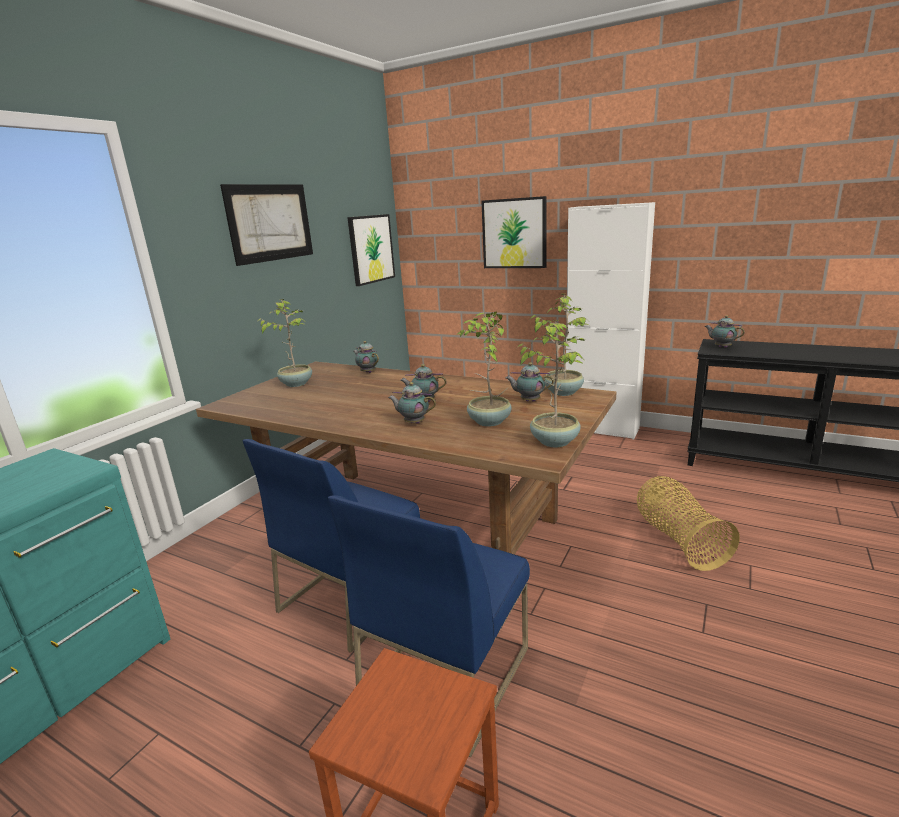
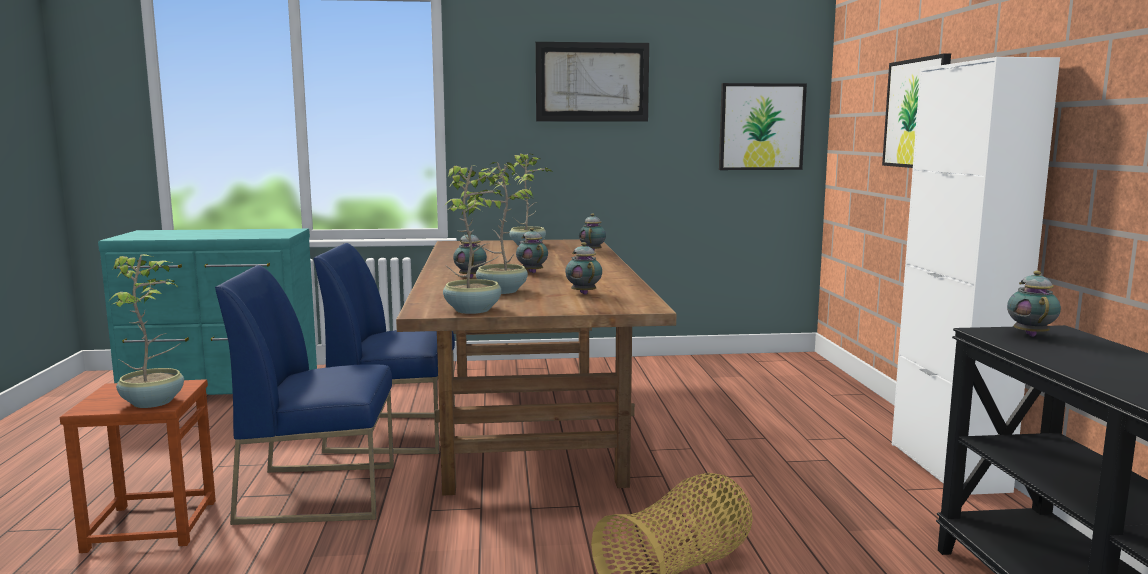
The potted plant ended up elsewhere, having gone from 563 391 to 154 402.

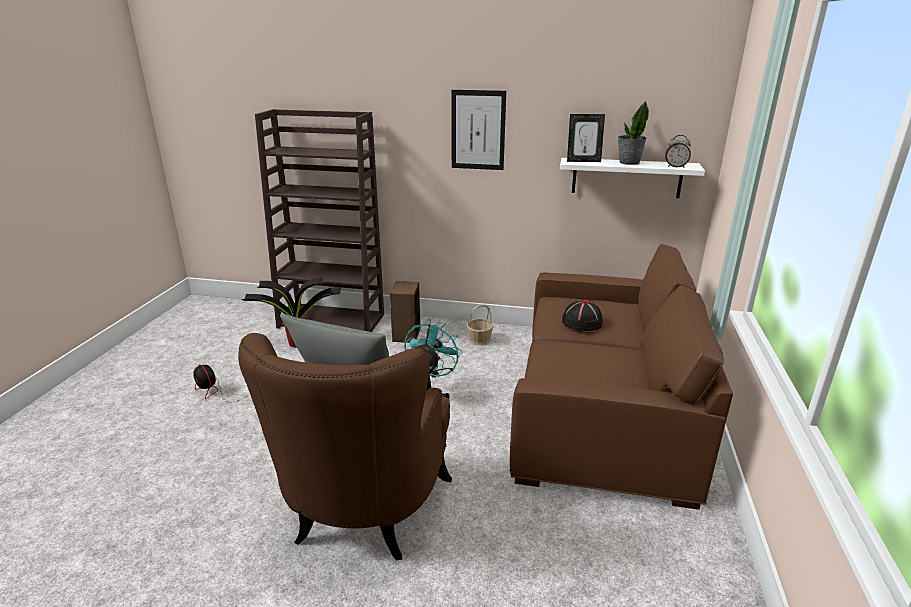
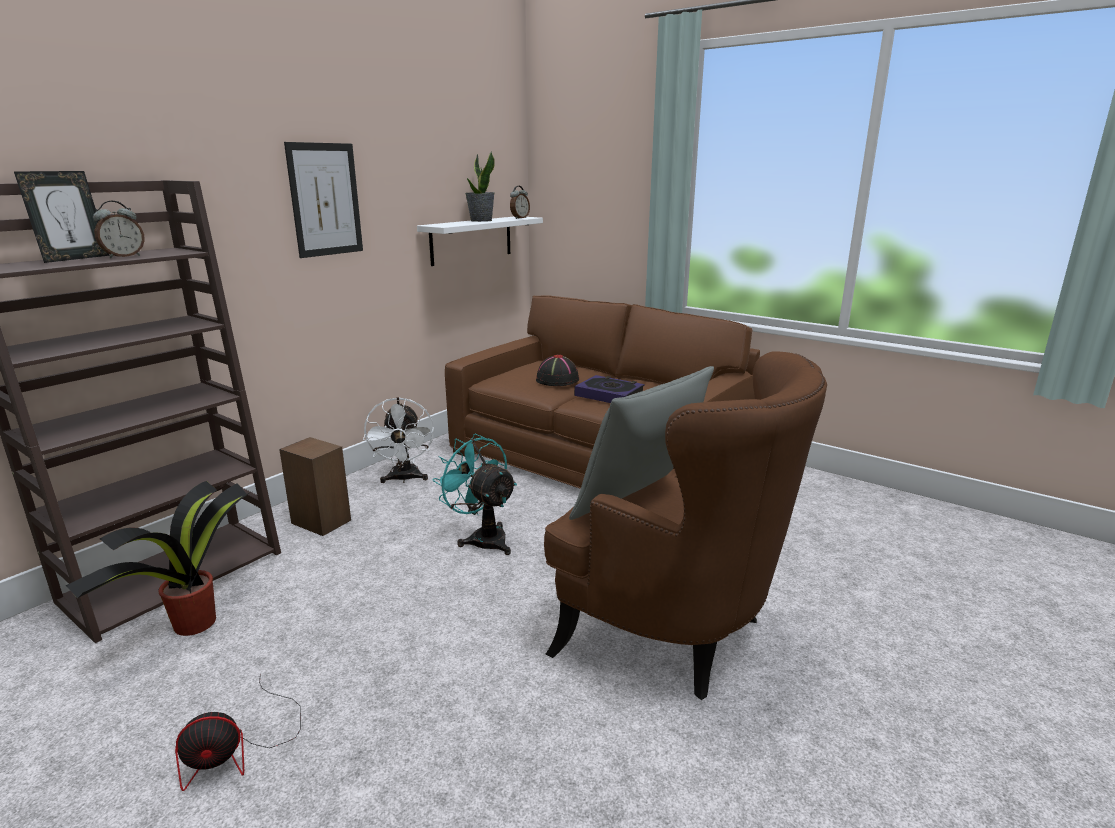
The picture frame ended up elsewhere, having gone from 583 161 to 75 258.
Where the basket stood at 480 340, the fan (white) came to stand at 404 479.
The second view gained the alarm clock at 124 256.
The second view gained the book at 609 395.

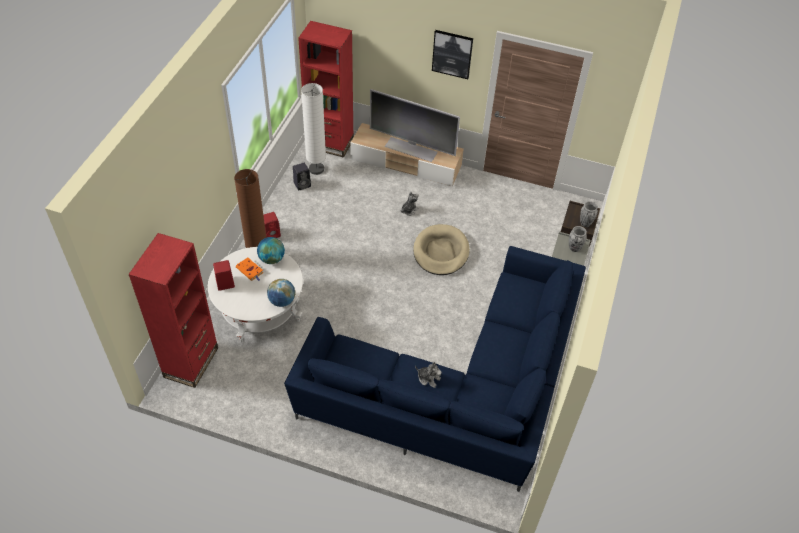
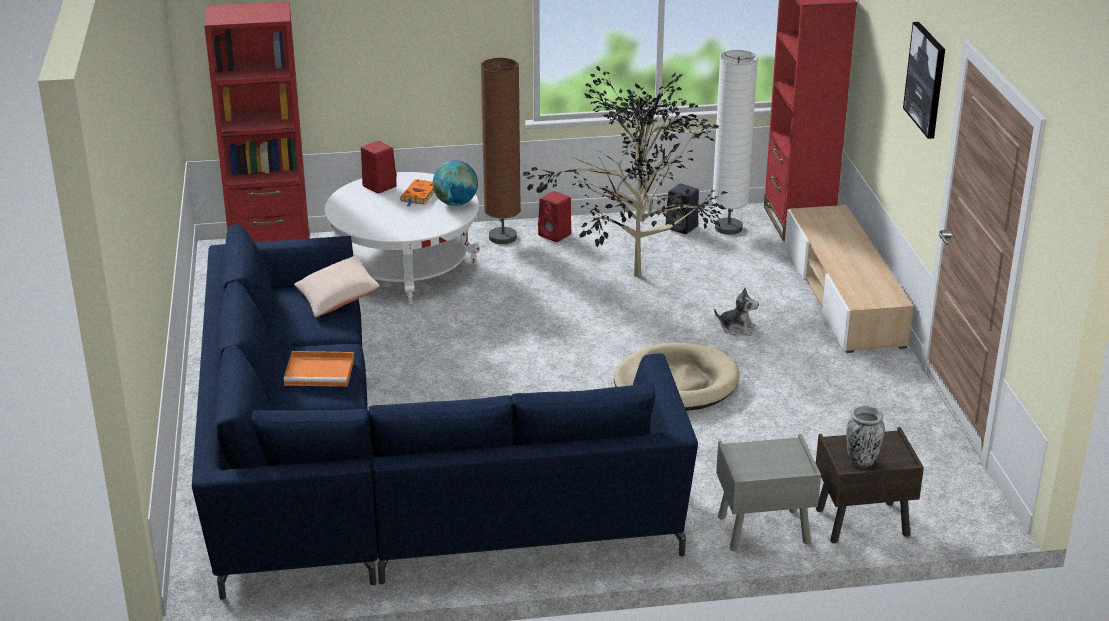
The second view lost the television at 411 148.
The second view lost the vase at 574 248.
The second view lost the globe at 282 301.
Where the plush toy stood at 428 378, the tray (orange) came to stand at 321 372.
The second view gained the potted plant at 641 275.
The second view gained the pillow (beige) at 337 298.

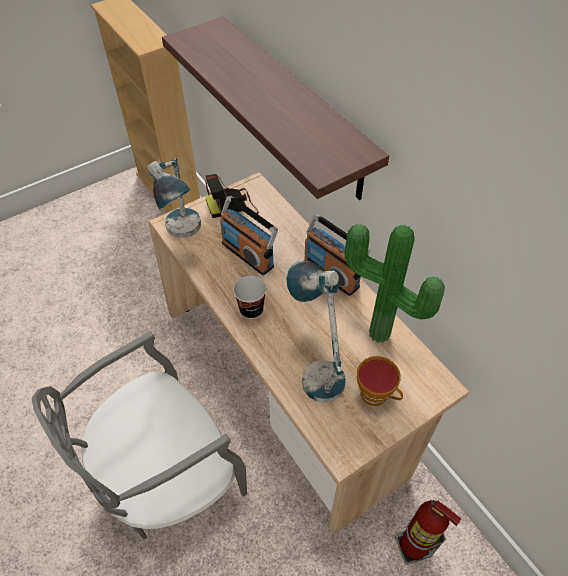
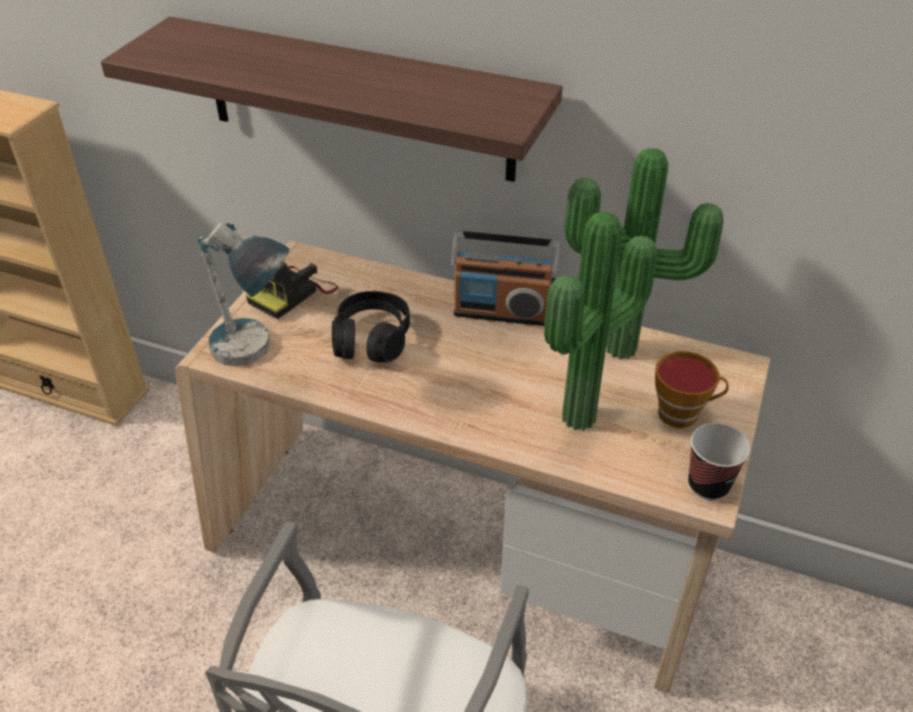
Where the radio stood at 248 254, the headphones (black) came to stand at 371 339.
Where the table lamp stood at 316 366, the potted plant came to stand at 584 421.
The cup ended up elsewhere, having gone from 251 310 to 708 485.
The second view lost the fire extinguisher at 413 547.

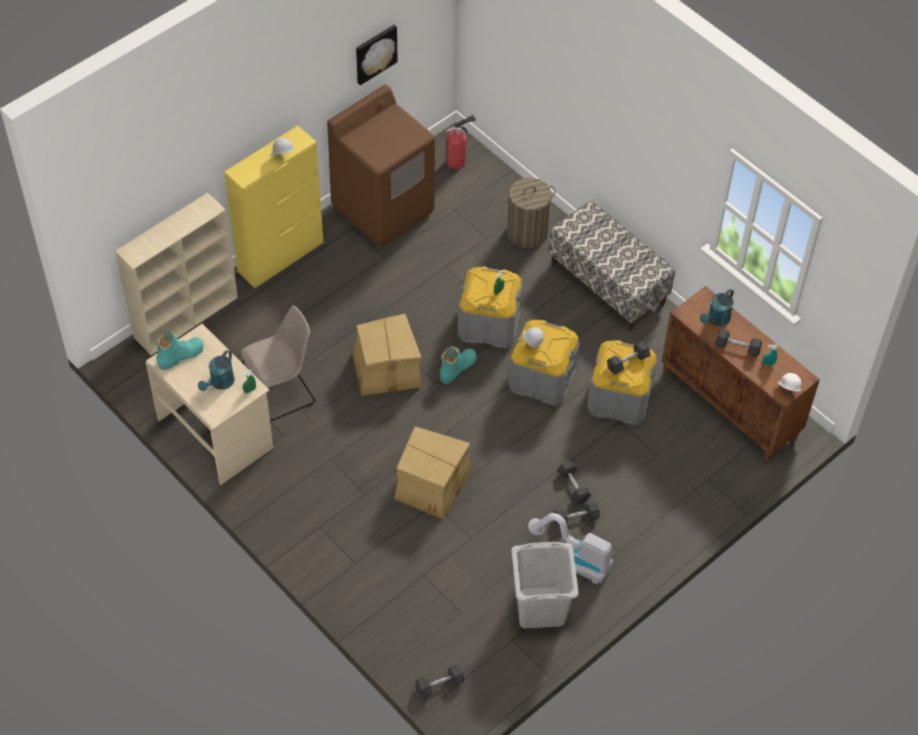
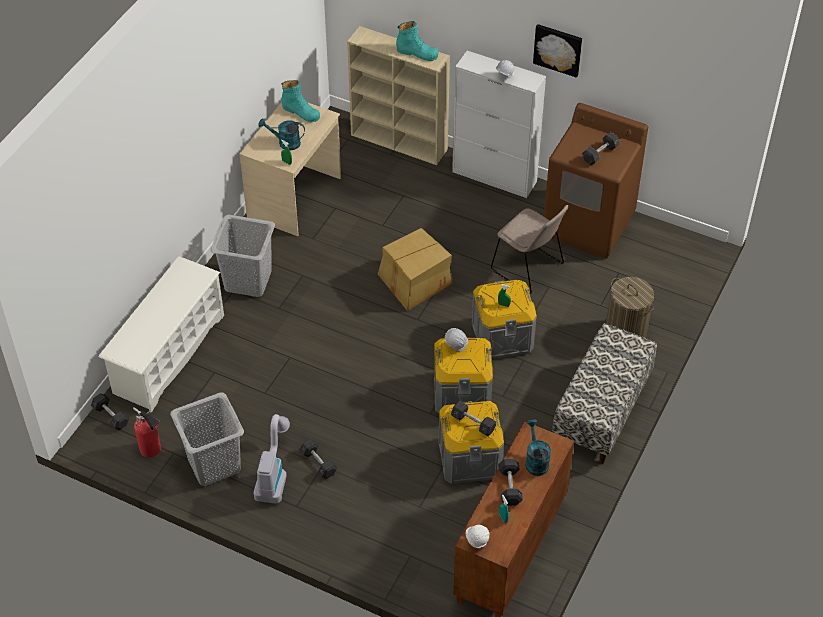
The picture ended up elsewhere, having gone from 375 53 to 558 49.
The fire extinguisher ended up elsewhere, having gone from 458 161 to 152 450.
What was the cabinet (yellow) at 281 257 turned into the cabinet (white) at 494 177.
The watering can (turquoise) at 716 319 ended up facing another way, 60 degrees clockwise from before.
The chair (beige) ended up elsewhere, having gone from 280 391 to 529 268.
The boot (turquoise) ended up elsewhere, having gone from 457 368 to 417 53.
The second view lost the cardboard box at 431 484.
The dumbbell (grey) ended up elsewhere, having gone from 573 486 to 600 154.
The second view gained the laundry basket (grey) at 248 280.
The second view gained the shoe rack (white) at 168 354.

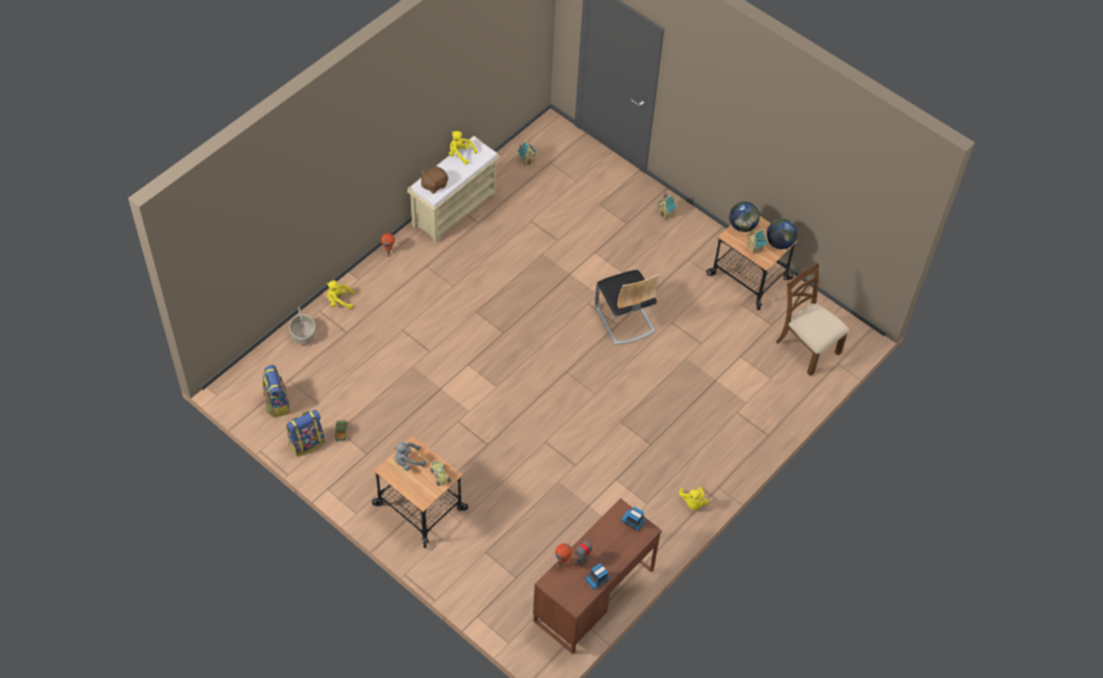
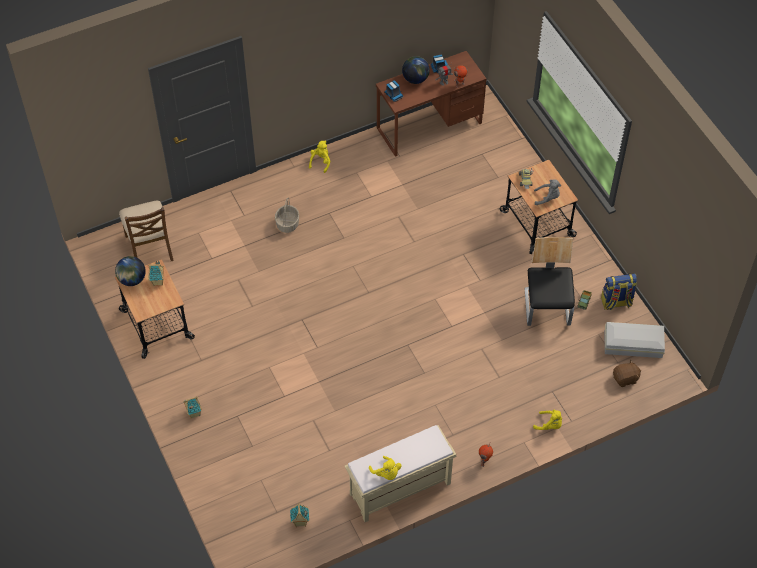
The plush toy (brown) ended up elsewhere, having gone from 434 185 to 625 379.
The globe ended up elsewhere, having gone from 742 226 to 415 79.
The chair ended up elsewhere, having gone from 624 319 to 547 307.
The basket ended up elsewhere, having gone from 303 335 to 287 224.
Where the backpack stood at 277 403, the storage box (white) came to stand at 634 345.

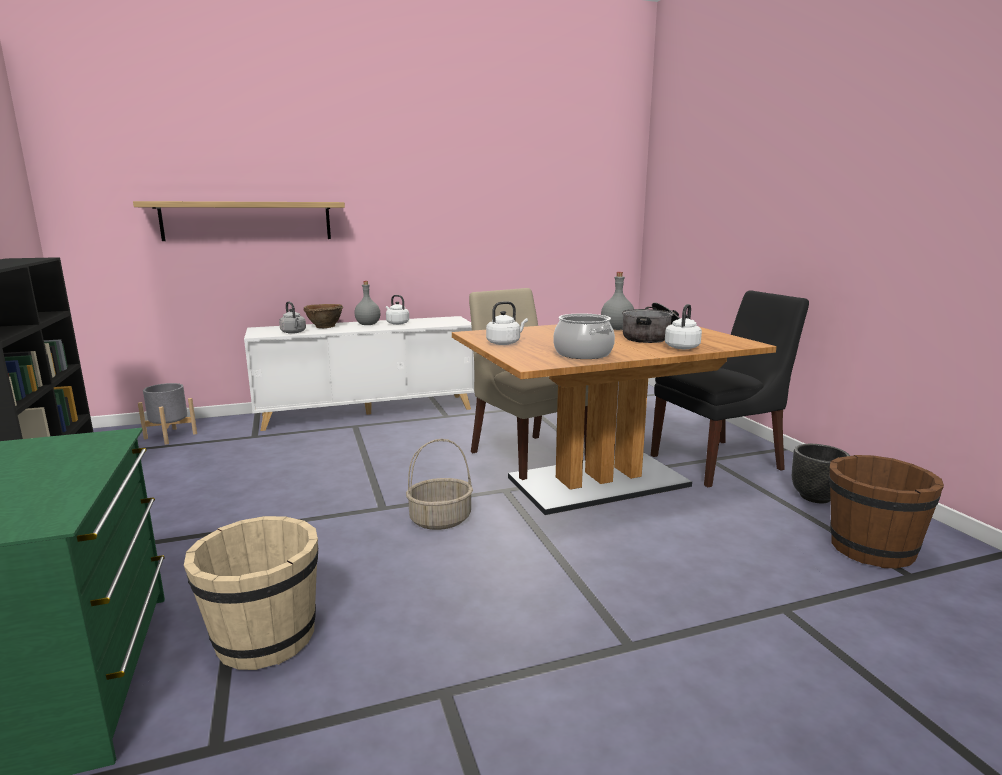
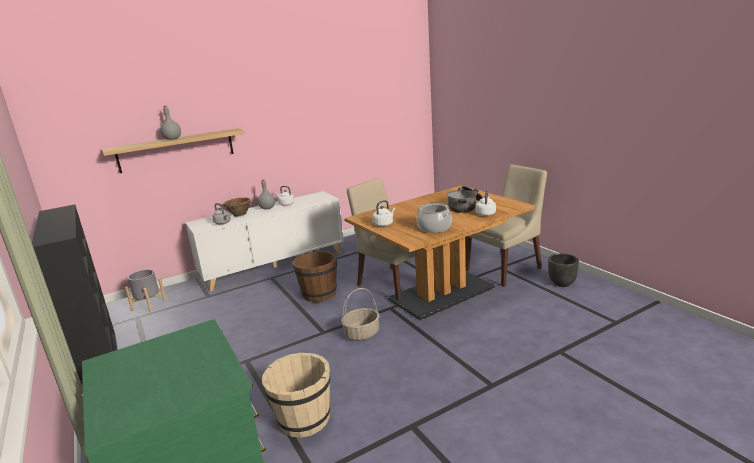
The bottle (grey) ended up elsewhere, having gone from 616 329 to 172 139.
What was the chair (black) at 719 462 turned into the chair (beige) at 505 268.
The bucket (brown) ended up elsewhere, having gone from 870 549 to 319 294.

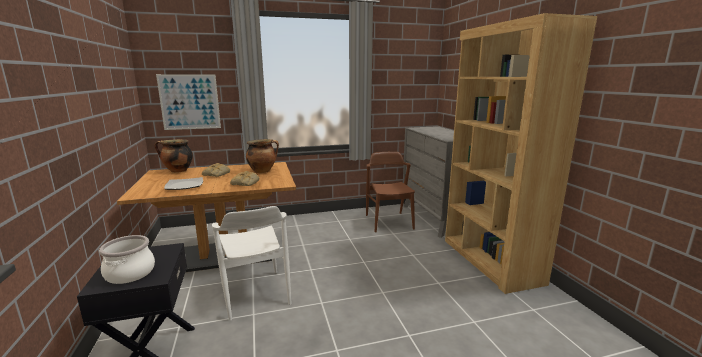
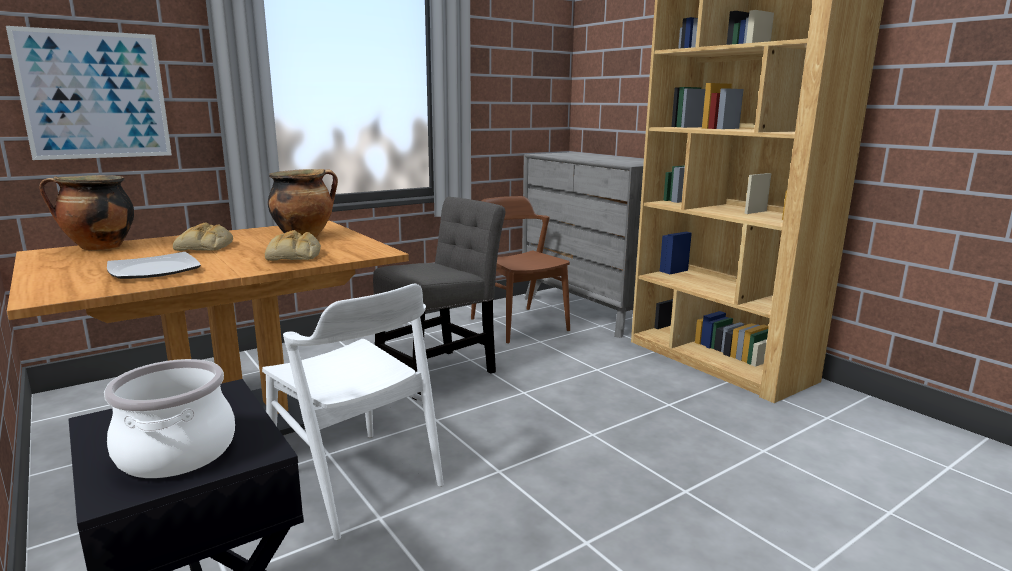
The second view gained the chair (grey) at 440 372.

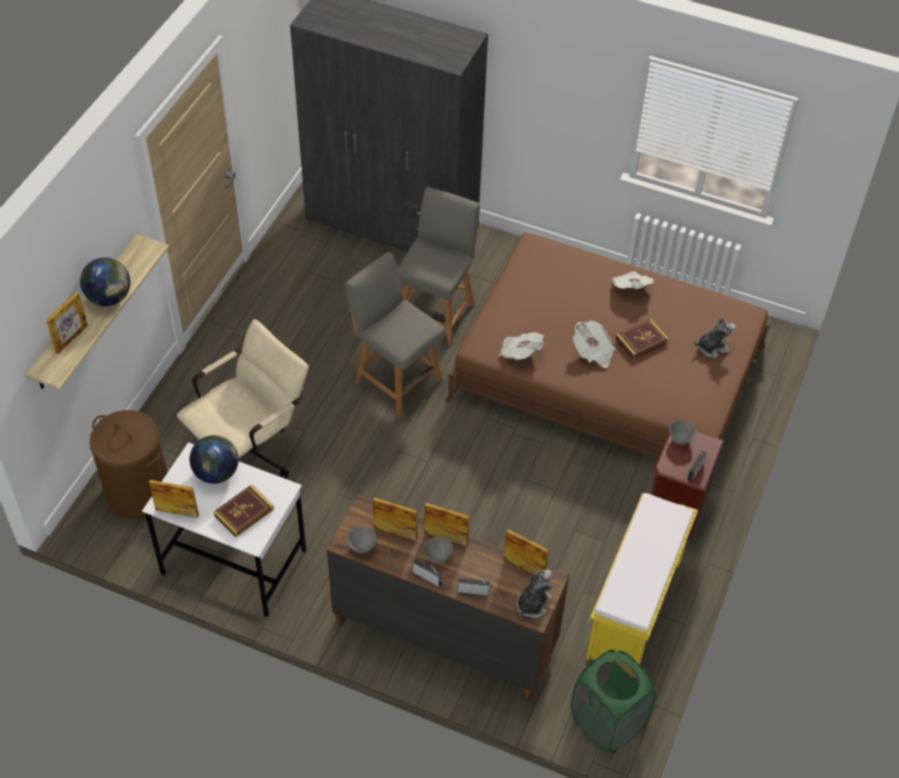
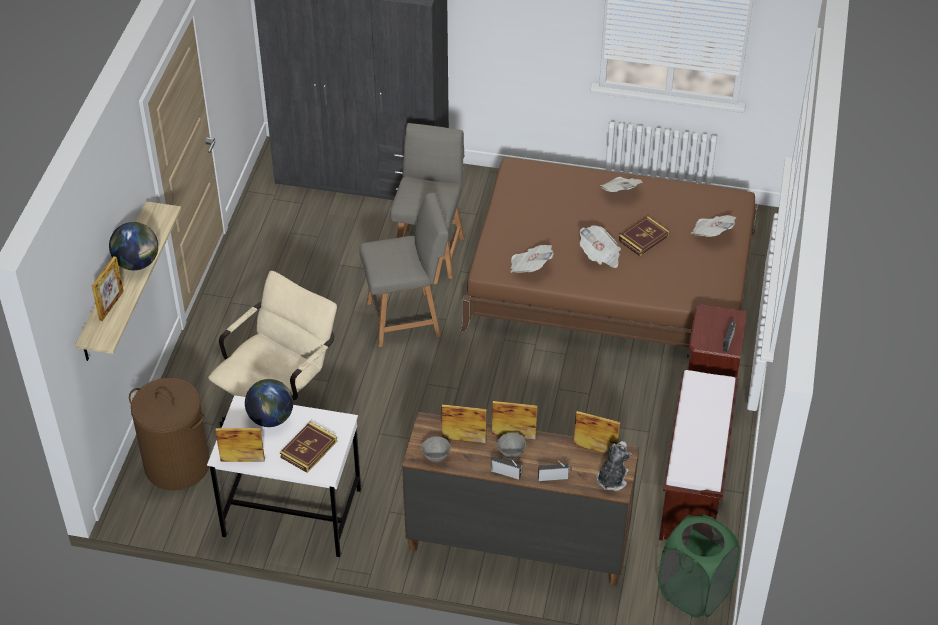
The chair (grey) at 396 379 ended up facing another way, 135 degrees clockwise from before.
Where the plush toy stood at 712 347, the newspaper came to stand at 711 233.
The second view lost the bowl (grey) at 680 440.
What was the bench (yellow) at 634 611 turned into the bench (brown) at 693 489.

